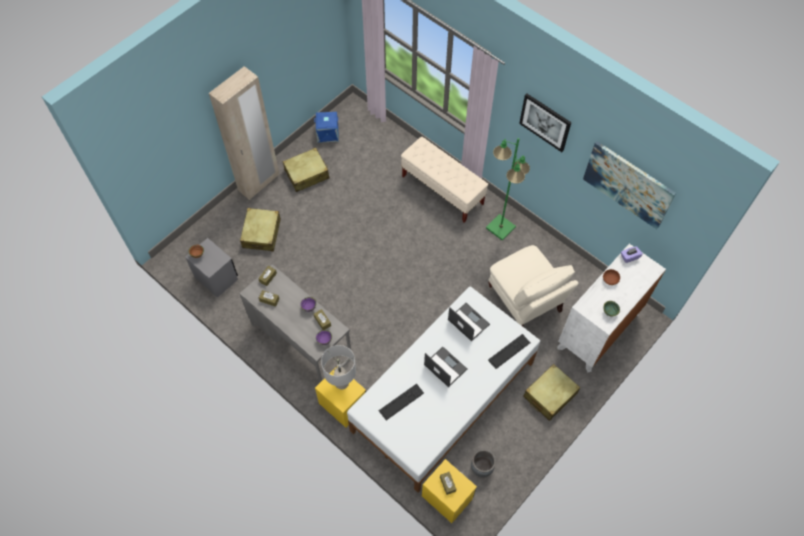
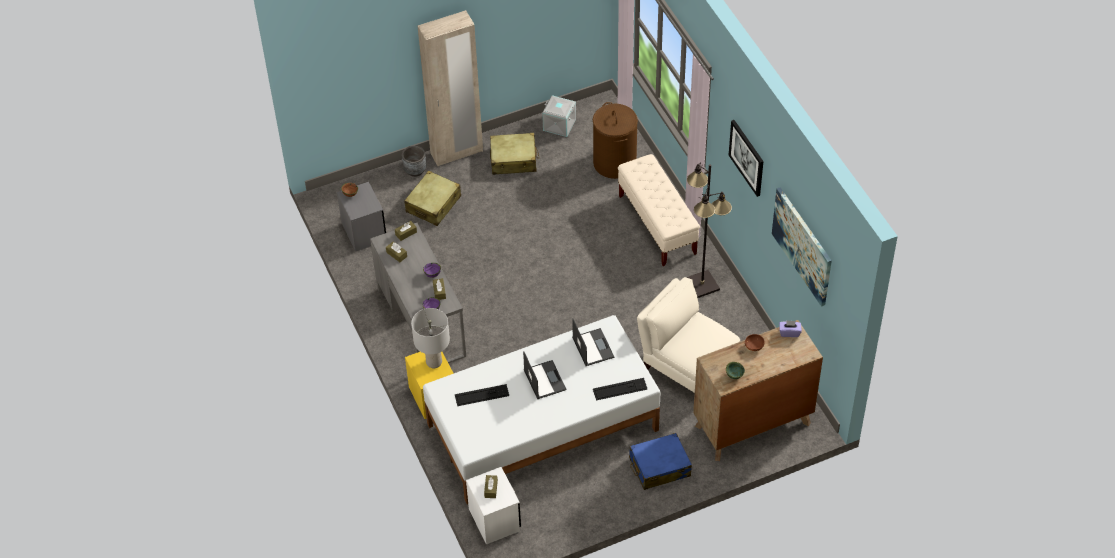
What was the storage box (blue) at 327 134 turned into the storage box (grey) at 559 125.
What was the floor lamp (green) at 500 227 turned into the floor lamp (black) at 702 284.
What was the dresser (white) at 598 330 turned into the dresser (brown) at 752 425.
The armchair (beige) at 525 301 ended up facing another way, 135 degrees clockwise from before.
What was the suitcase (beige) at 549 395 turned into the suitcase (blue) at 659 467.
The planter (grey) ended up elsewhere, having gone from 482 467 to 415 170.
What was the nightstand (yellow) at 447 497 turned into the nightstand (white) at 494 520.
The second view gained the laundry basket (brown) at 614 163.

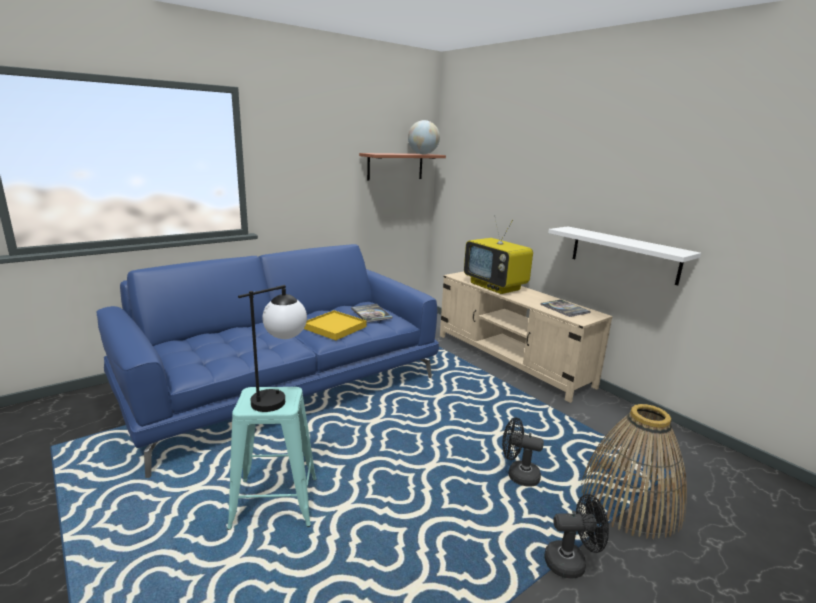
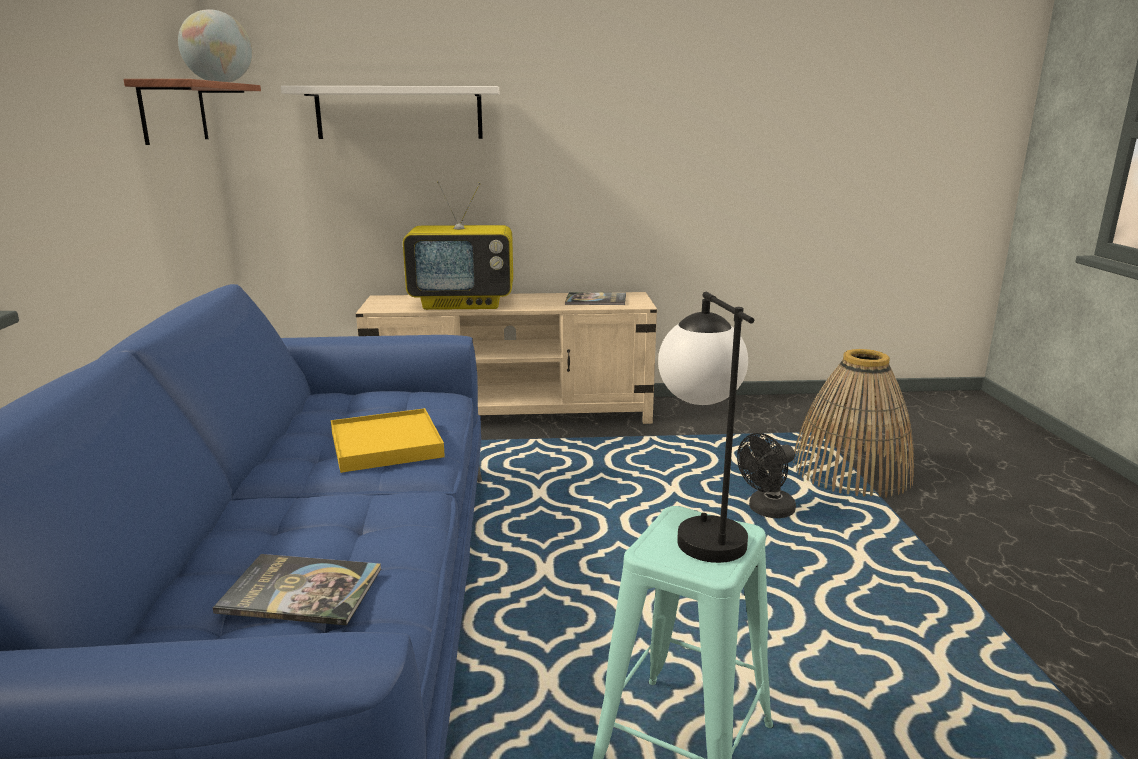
The shelf (white) ended up elsewhere, having gone from 624 254 to 399 113.
The book ended up elsewhere, having gone from 371 313 to 301 591.
The second view lost the fan (black) at 571 562.

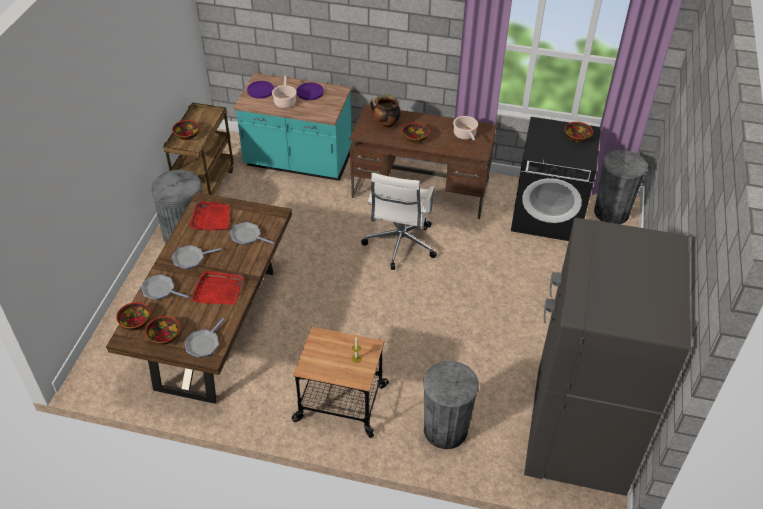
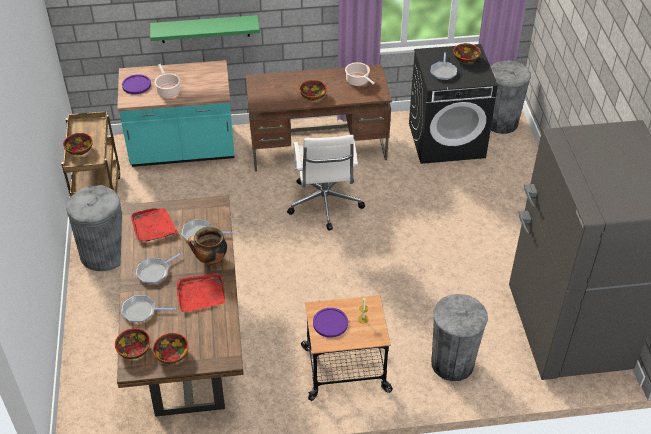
The plate (purple) ended up elsewhere, having gone from 310 92 to 330 323.
The cooking pot ended up elsewhere, having gone from 385 124 to 210 260.
The frying pan ended up elsewhere, having gone from 203 344 to 443 71.
The second view gained the shelf (green) at 205 29.

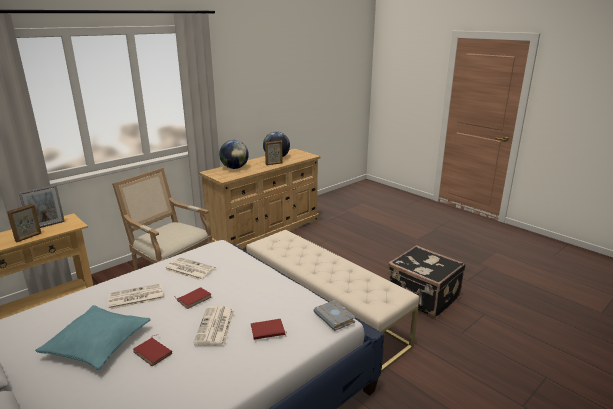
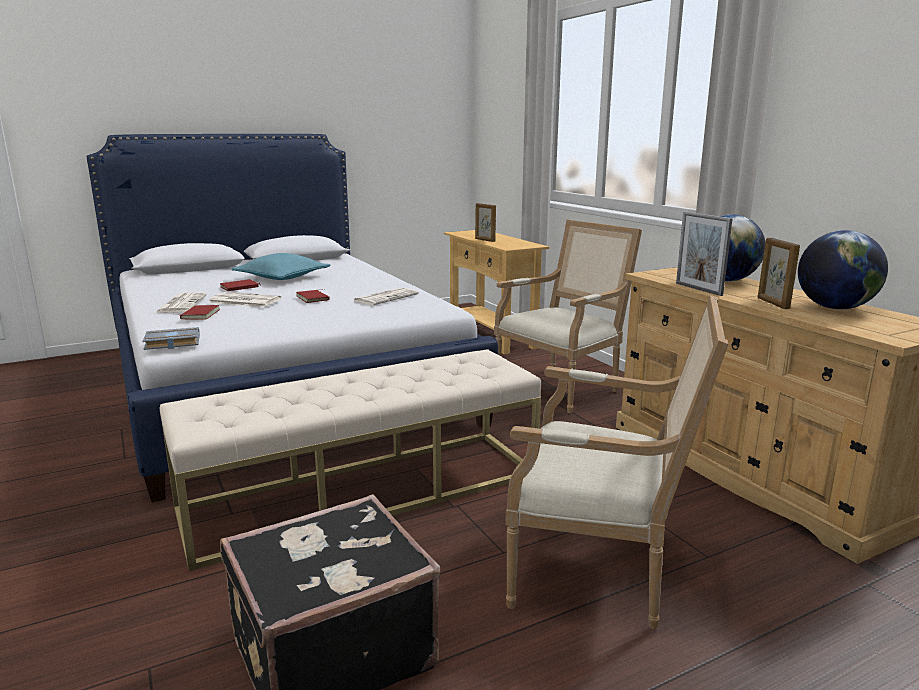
The picture frame ended up elsewhere, having gone from 47 225 to 698 289.
The newspaper ended up elsewhere, having gone from 135 297 to 181 304.
The second view gained the armchair at 601 569.

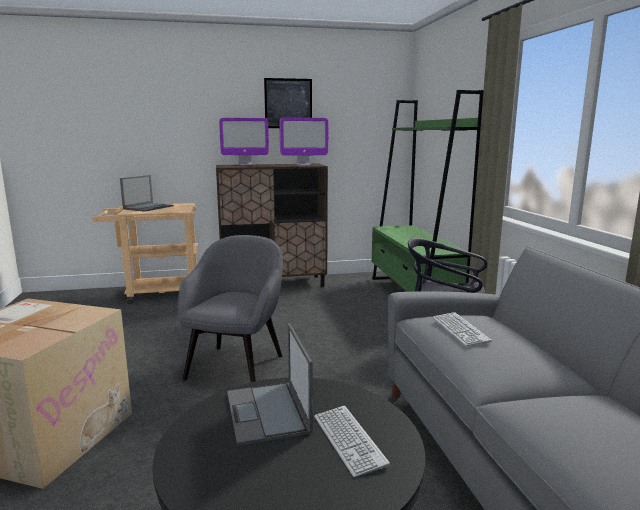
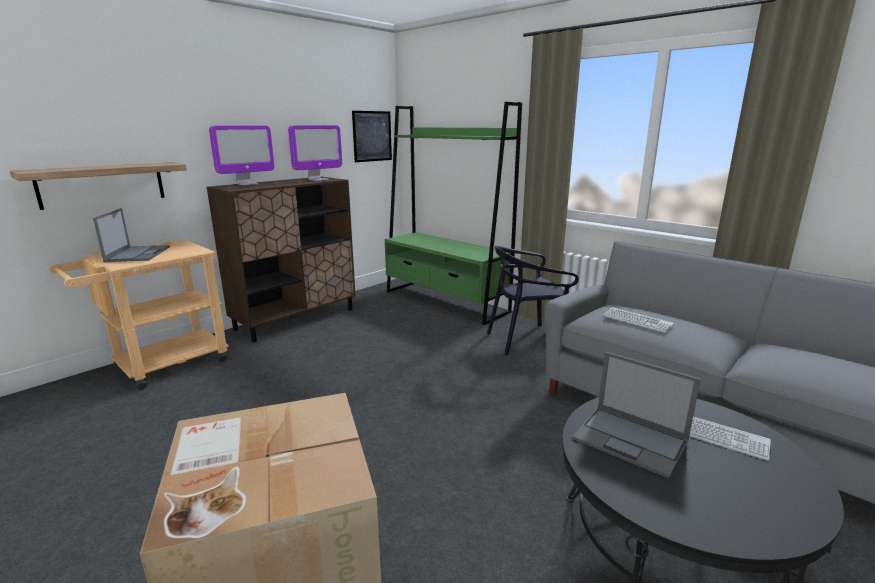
The picture ended up elsewhere, having gone from 288 103 to 372 136.
The second view lost the armchair (grey) at 236 366.
The second view gained the shelf at 102 184.

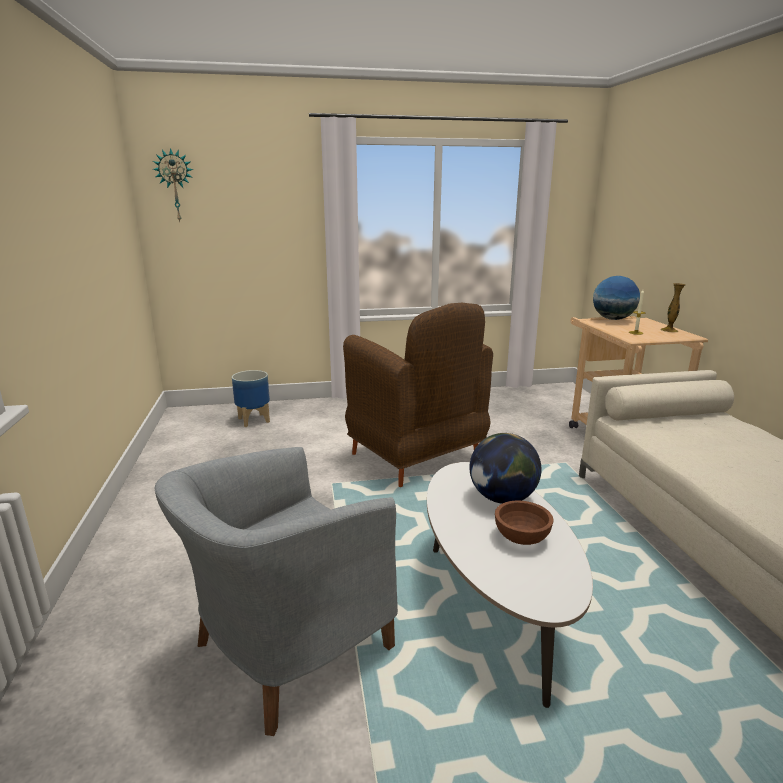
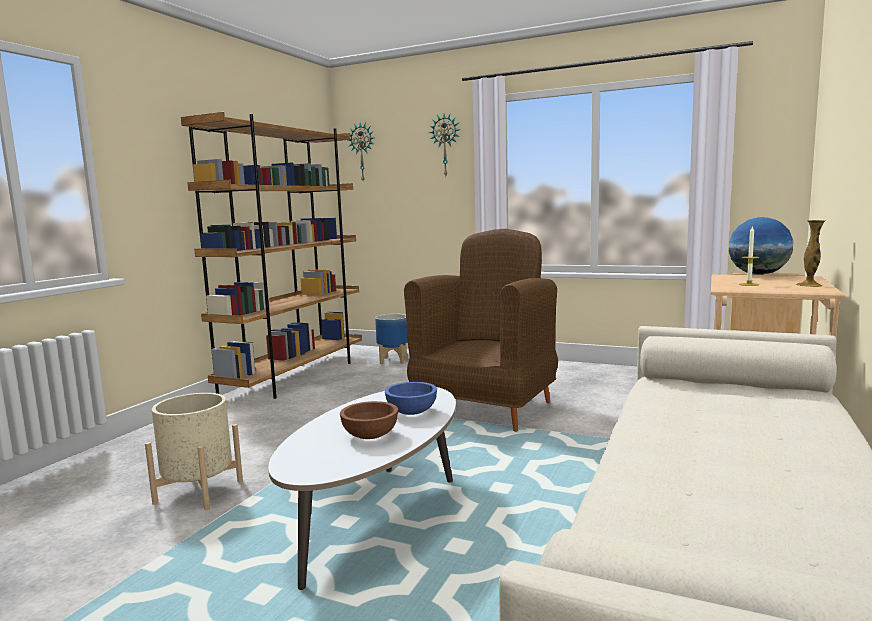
The armchair (brown) at 416 458 ended up facing another way, 150 degrees counterclockwise from before.
Where the globe stood at 502 498, the bowl (blue) came to stand at 411 412.
Where the armchair (grey) stood at 286 649, the planter (beige) came to stand at 199 492.
The second view gained the bookcase (brown) at 295 377.
The second view gained the wall clock at 445 145.

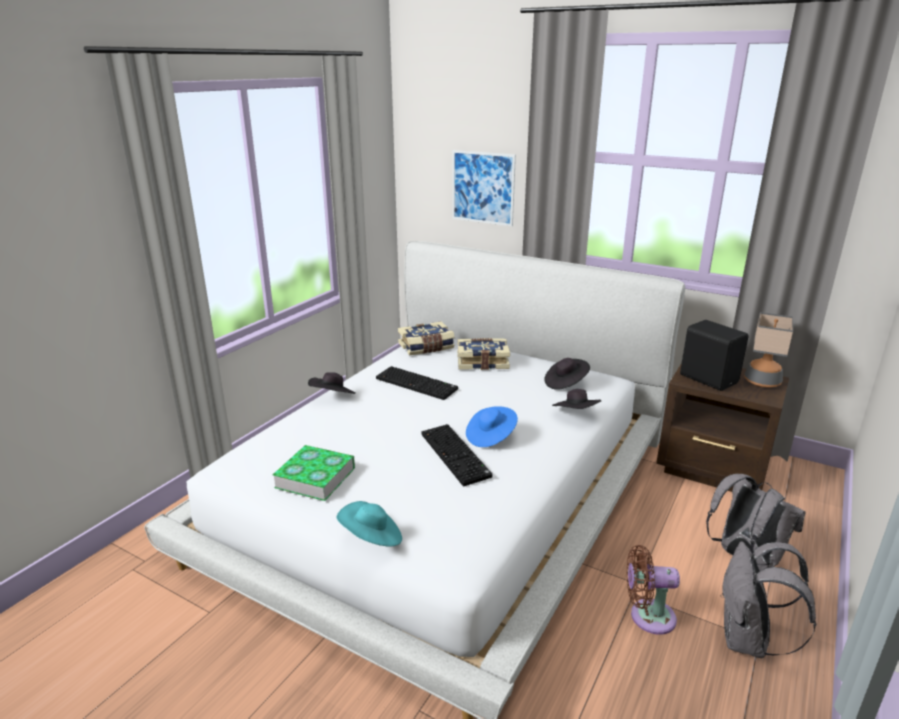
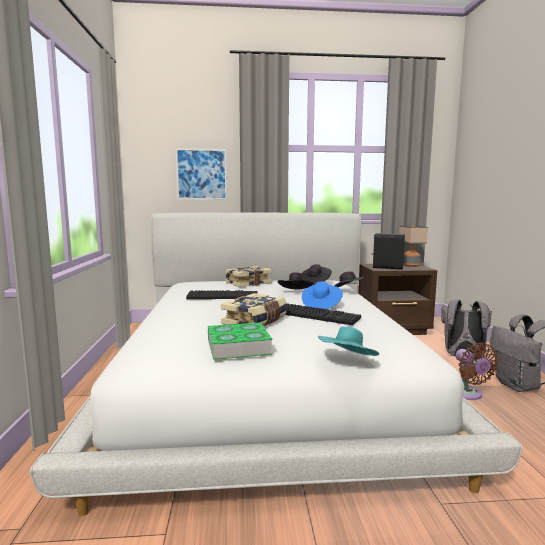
The book ended up elsewhere, having gone from 426 347 to 255 321.
The hat (black) ended up elsewhere, having gone from 333 397 to 295 292.
The fan (brown) at 647 616 ended up facing another way, 75 degrees counterclockwise from before.

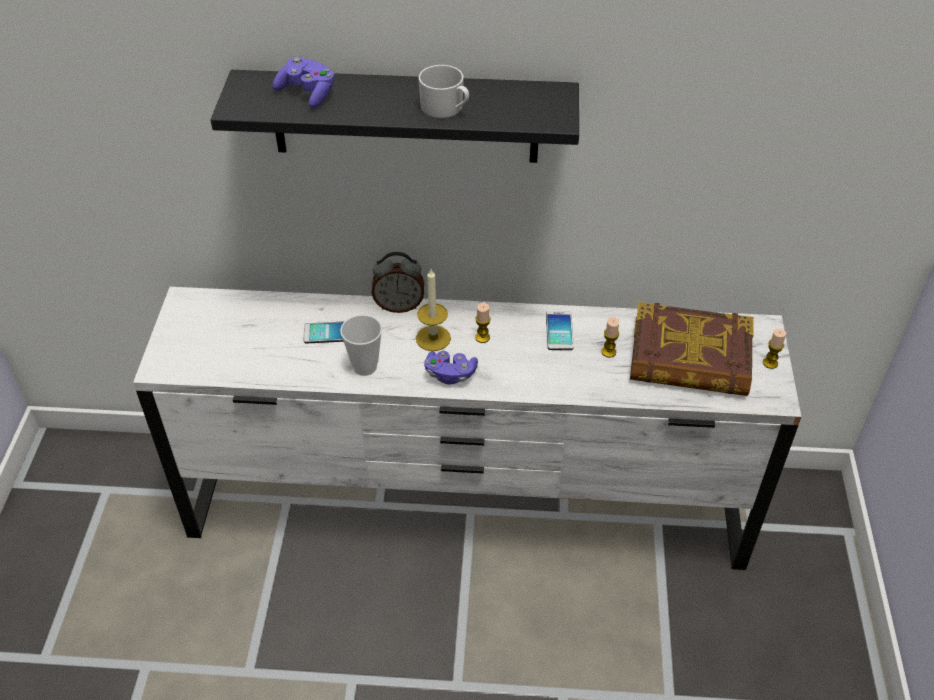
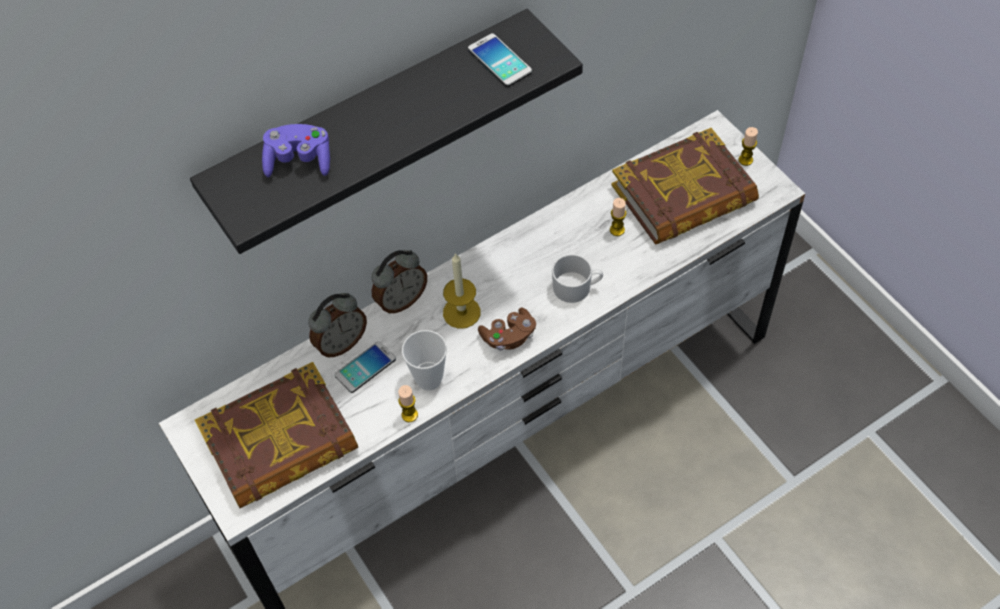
The mug (white) ended up elsewhere, having gone from 446 108 to 577 287.
The candle ended up elsewhere, having gone from 482 337 to 409 415.
The phone ended up elsewhere, having gone from 559 331 to 499 61.
What was the game controller (purple) at 450 374 turned into the game controller (brown) at 509 337.
The second view gained the alarm clock at 341 343.
The second view gained the book at 280 442.

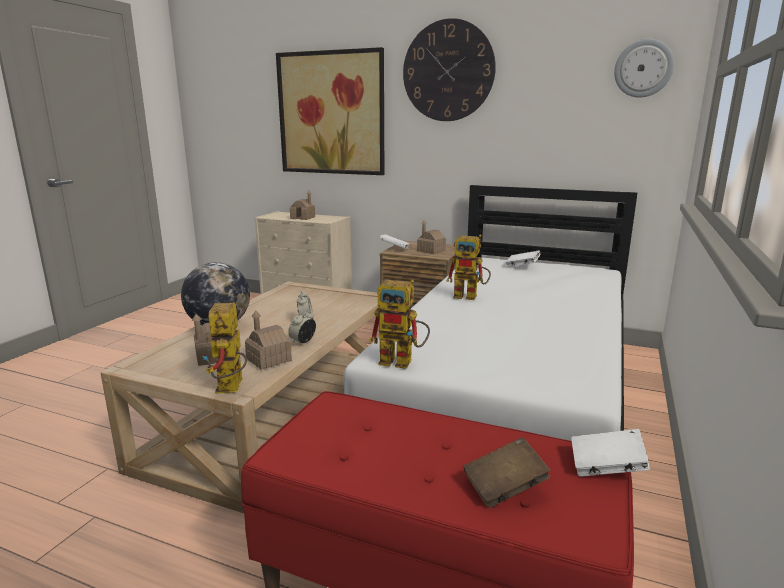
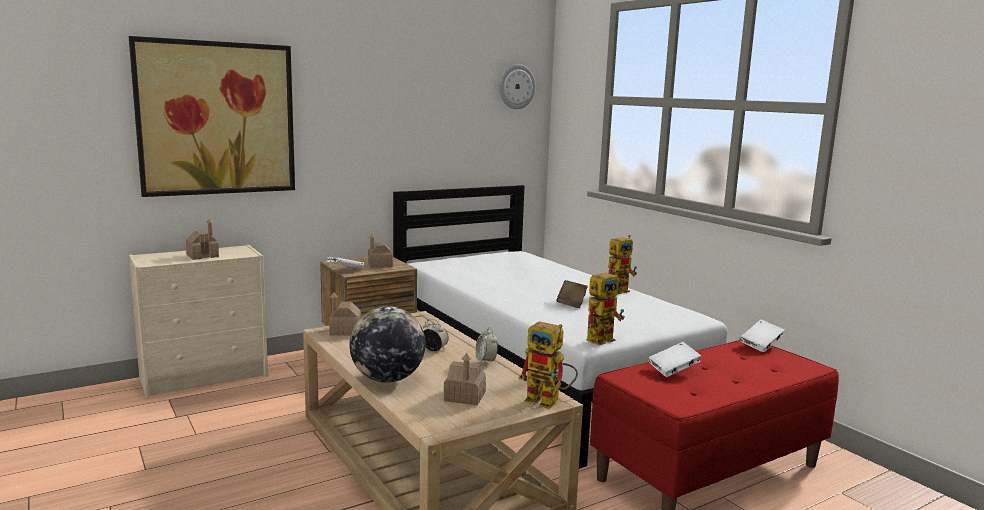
The second view lost the wall clock at 448 71.
The toy robot ended up elsewhere, having gone from 470 296 to 619 290.
The book (white) ended up elsewhere, having gone from 522 266 to 673 370.
The toy house ended up elsewhere, having gone from 268 359 to 345 331.
The book (brown) ended up elsewhere, having gone from 504 487 to 571 303.

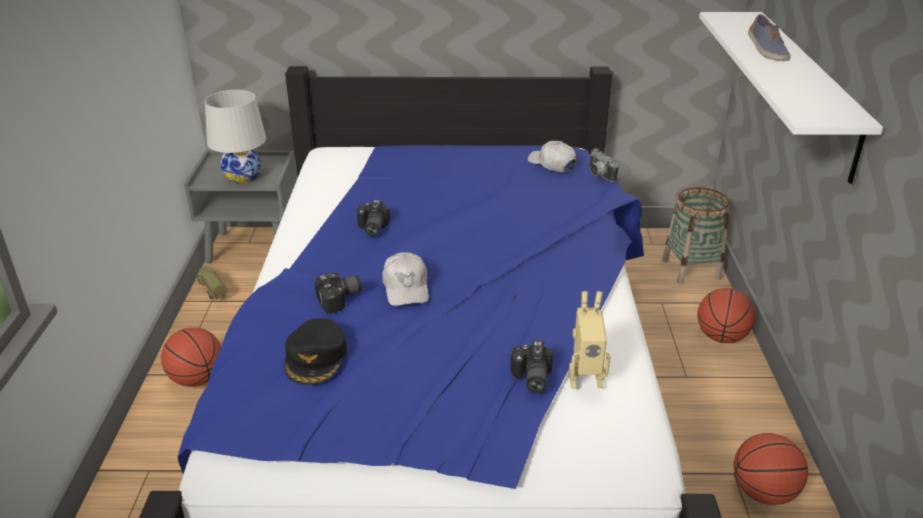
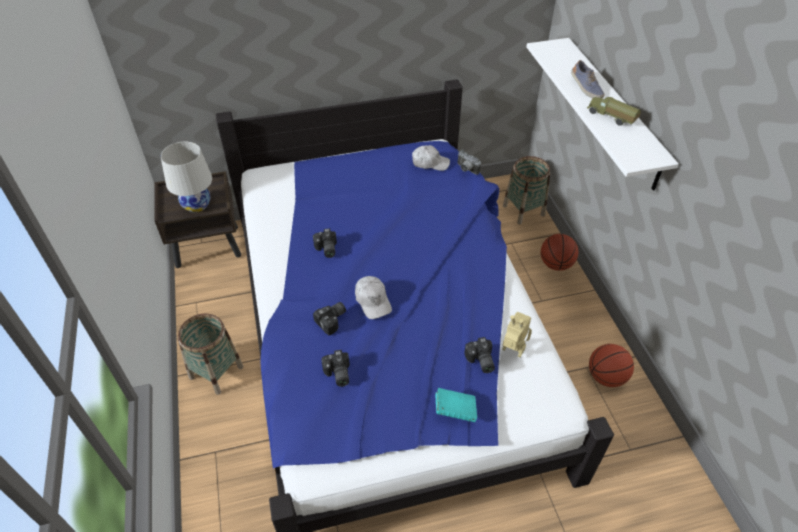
The cap (white) at 552 164 ended up facing another way, 150 degrees clockwise from before.
What was the nightstand (grey) at 255 247 turned into the nightstand (brown) at 208 246.
The toy truck ended up elsewhere, having gone from 212 290 to 611 118.
The toy robot at 584 378 ended up facing another way, 135 degrees counterclockwise from before.
Where the cap (black) stood at 316 358, the photo camera came to stand at 337 374.
Where the basketball stood at 197 379, the basket came to stand at 216 372.
The second view gained the book (turquoise) at 455 411.

